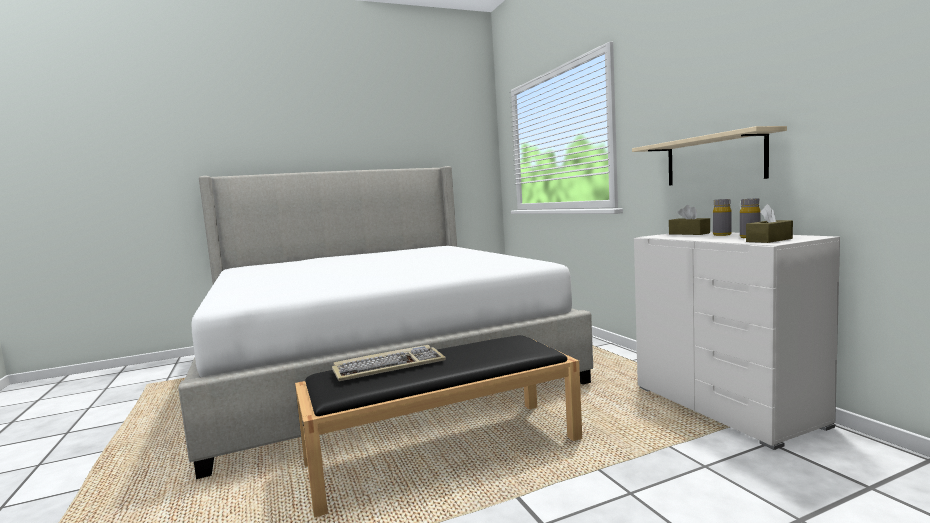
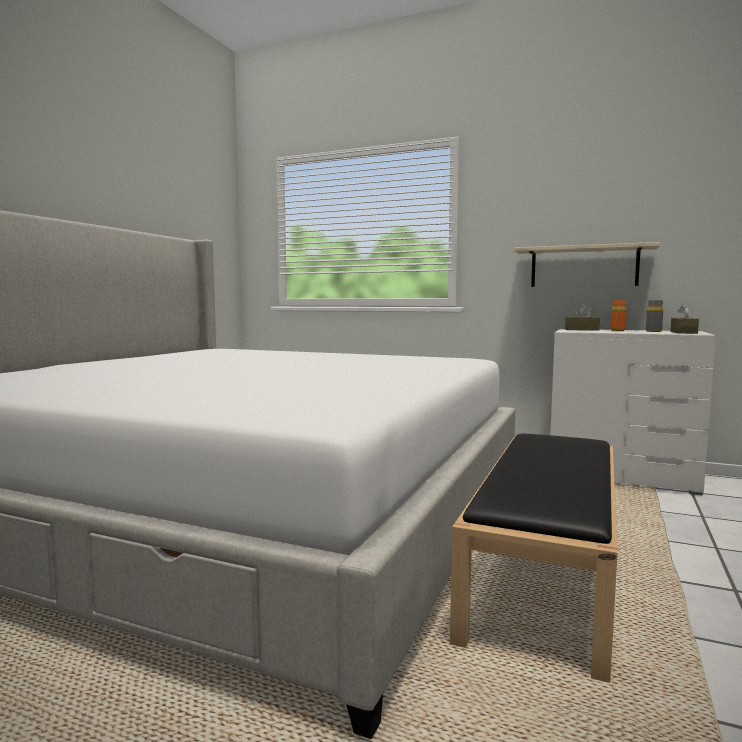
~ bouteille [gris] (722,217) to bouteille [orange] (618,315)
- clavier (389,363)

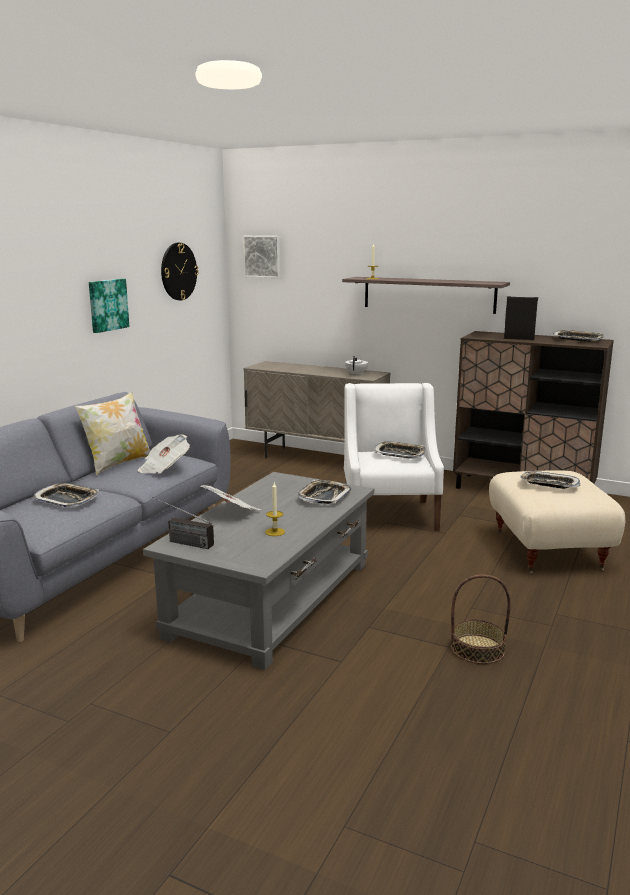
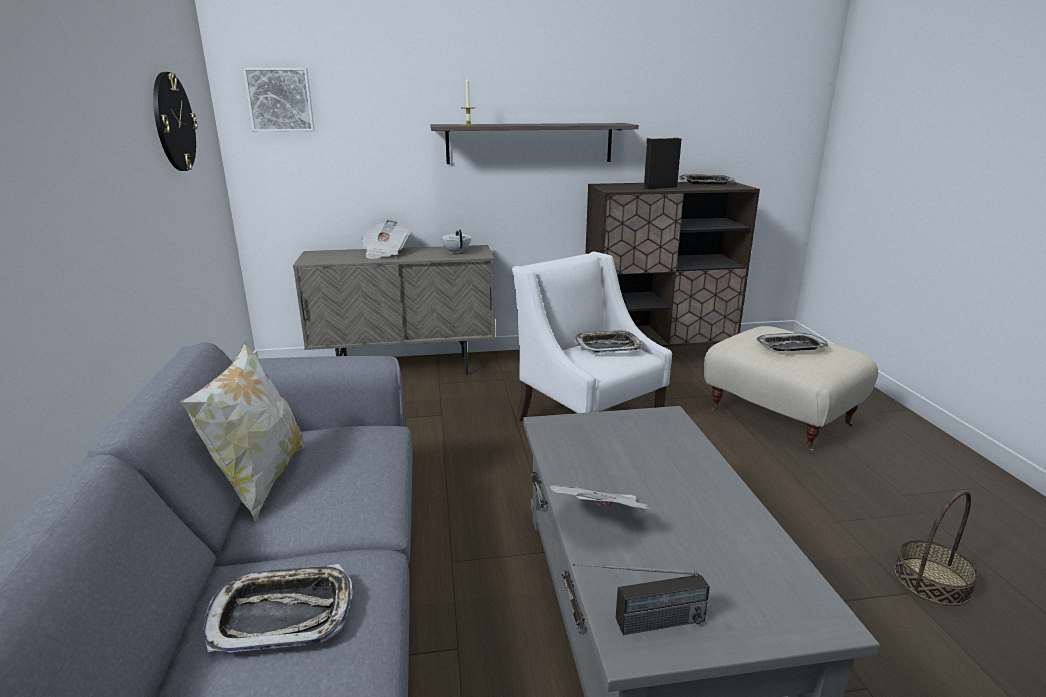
~ journal (164,454) to (386,239)
- tableau (109,306)
- bougie (275,509)
- plateau (324,492)

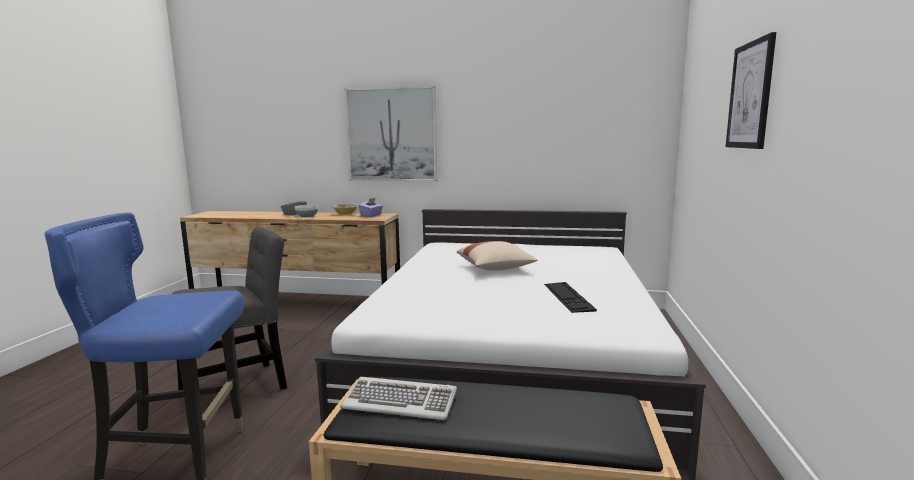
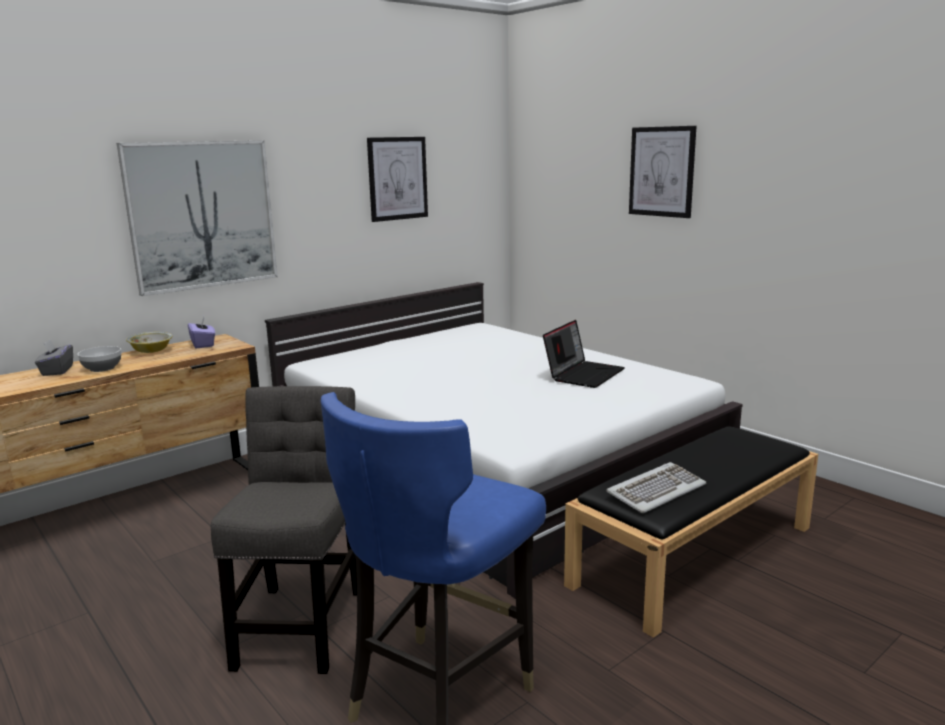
+ tableau (397,179)
~ clavier (570,297) to ordinateur portable (584,354)
- coussin [beige] (497,256)

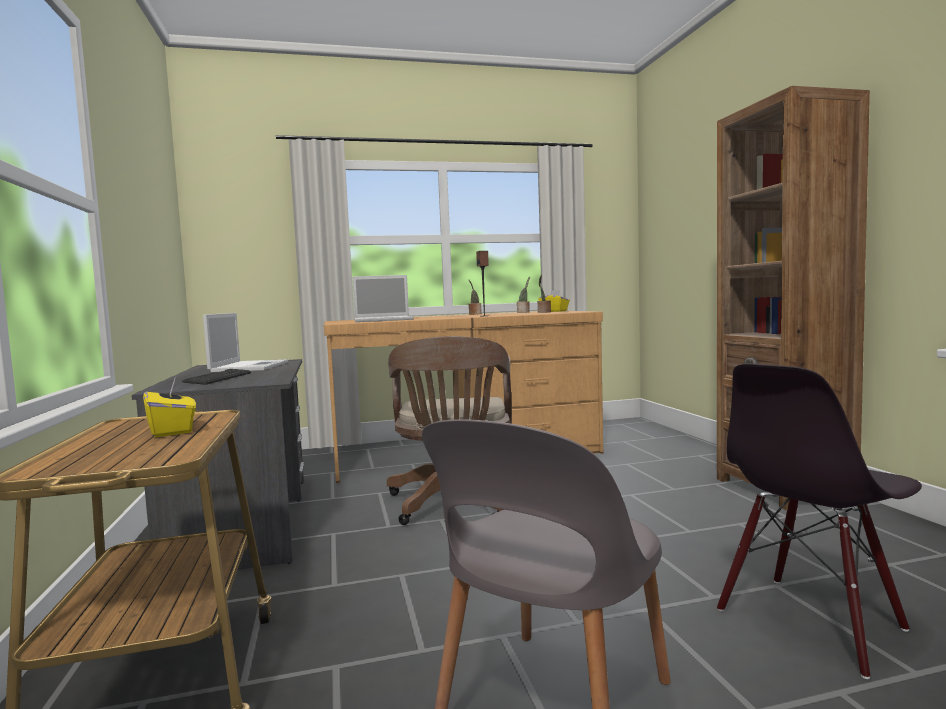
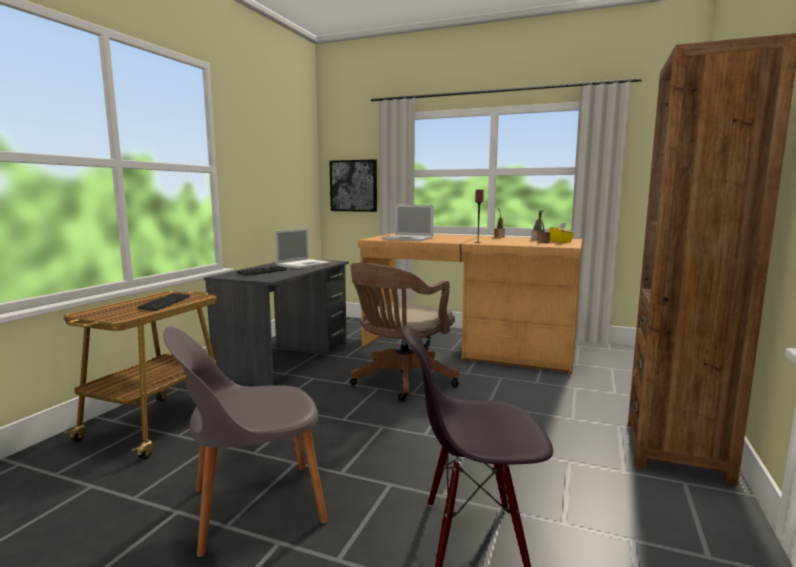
~ boîte à mouchoirs [jaune] (169,408) to clavier (163,302)
+ tableau (353,185)

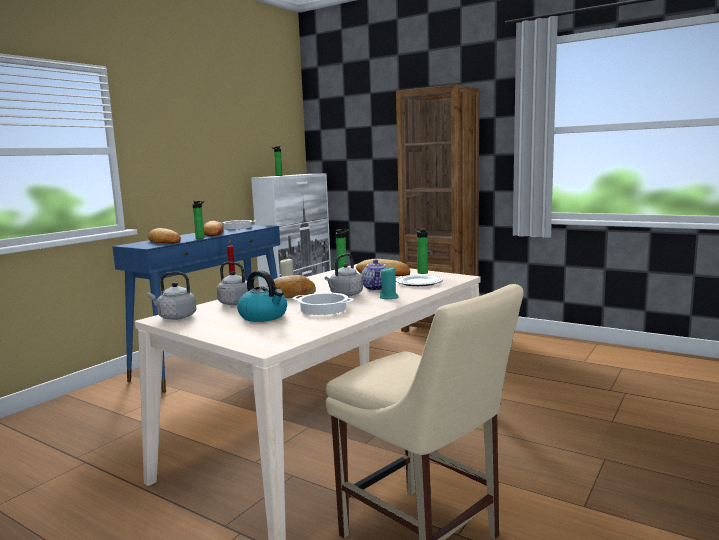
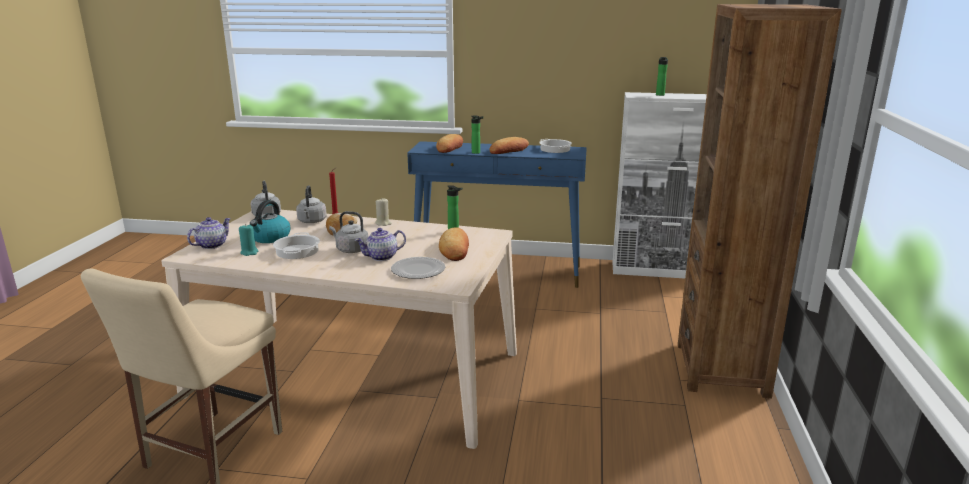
+ théière (209,233)
~ bougie [turquoise] (389,282) to (248,240)
- bouteille (421,251)

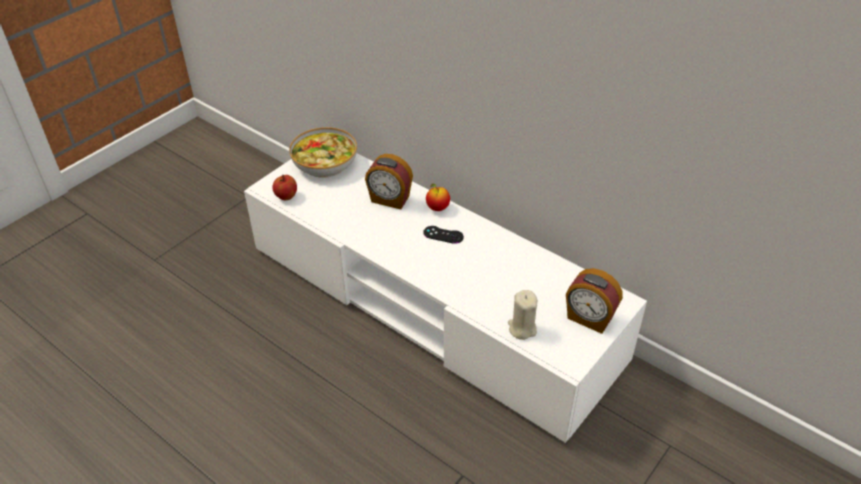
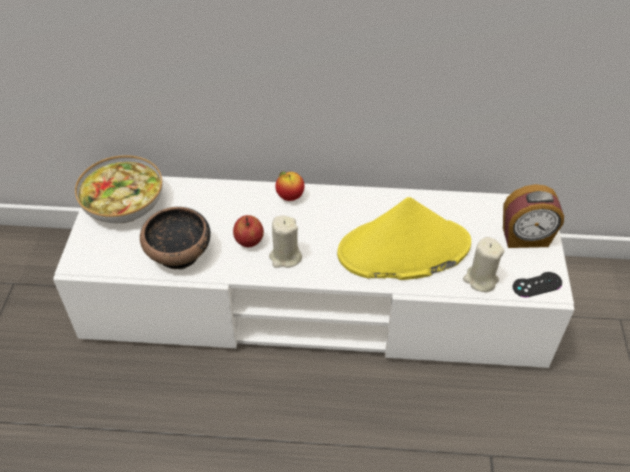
+ bol (175,238)
~ pomme (284,187) to (248,231)
+ bougie [beige] (285,242)
+ chapeau [jaune] (404,238)
~ manette [noir] (443,235) to (537,284)
- réveil (389,181)

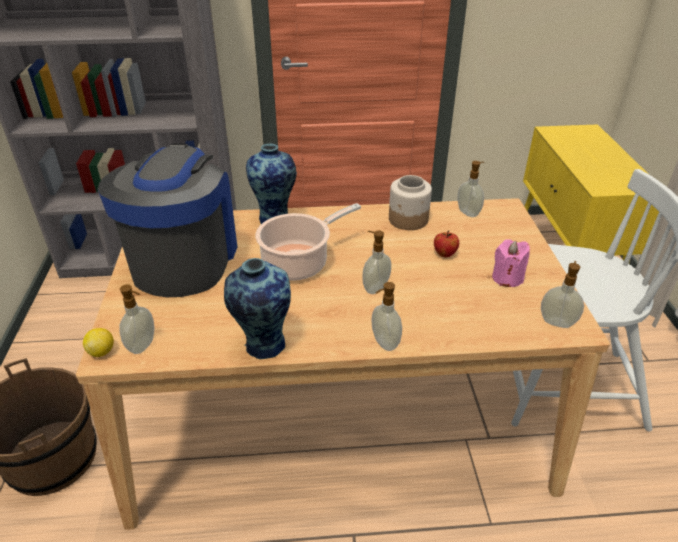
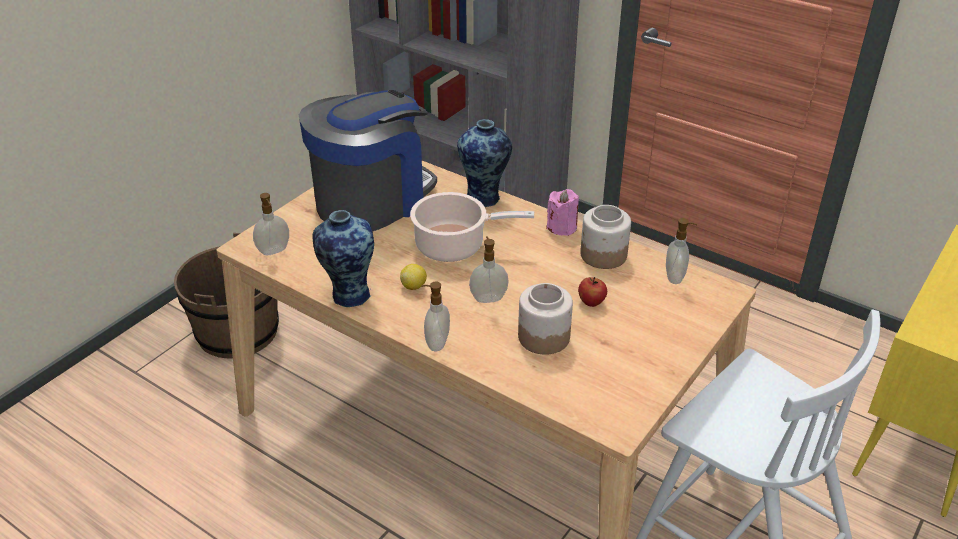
~ citron (98,342) to (413,277)
+ bocal (545,319)
~ bougie [rose] (511,263) to (562,212)
- distributeur de savon (562,294)

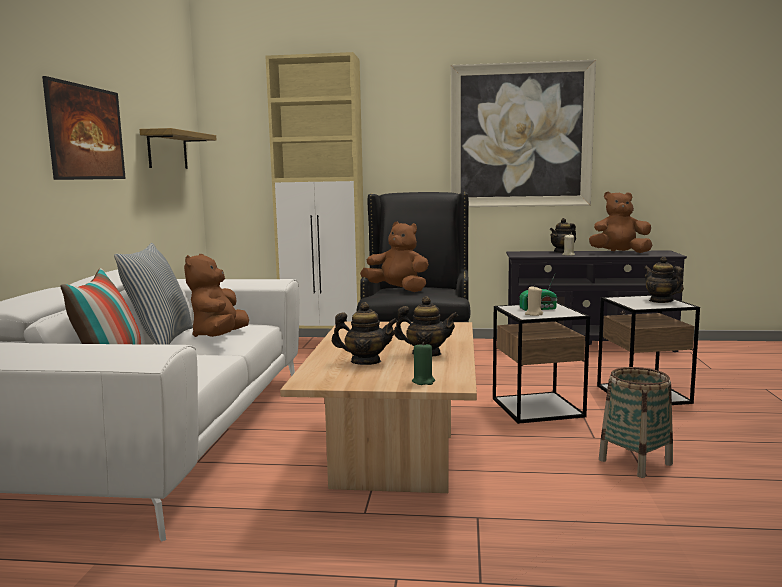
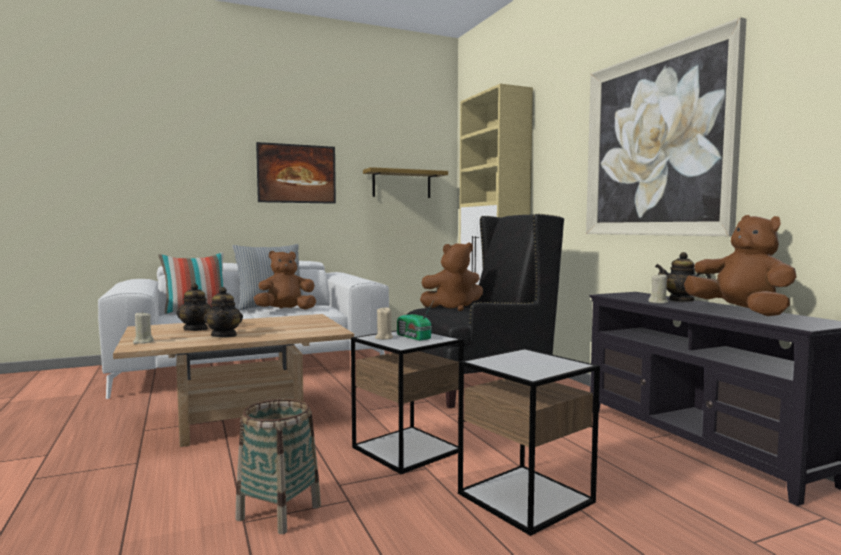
~ bougie [vert] (423,363) to bougie [beige] (143,327)
~ peluche [marron] (394,256) = (451,276) 75 degrees clockwise
- théière (664,280)

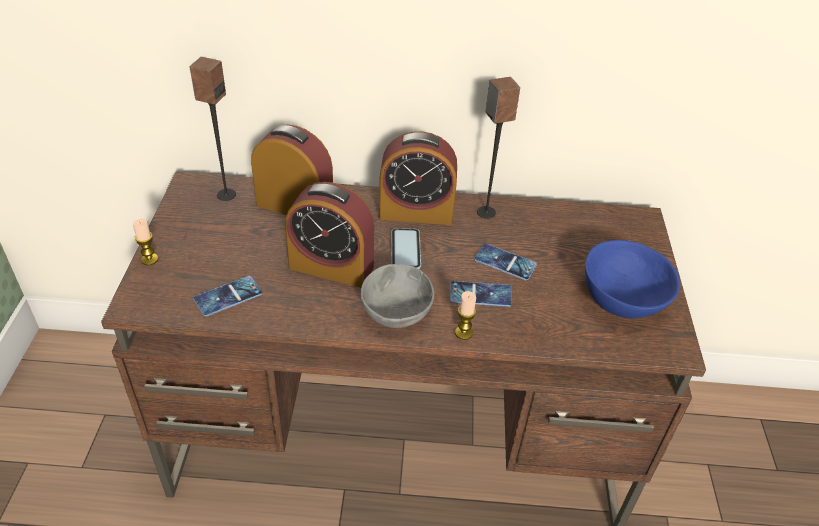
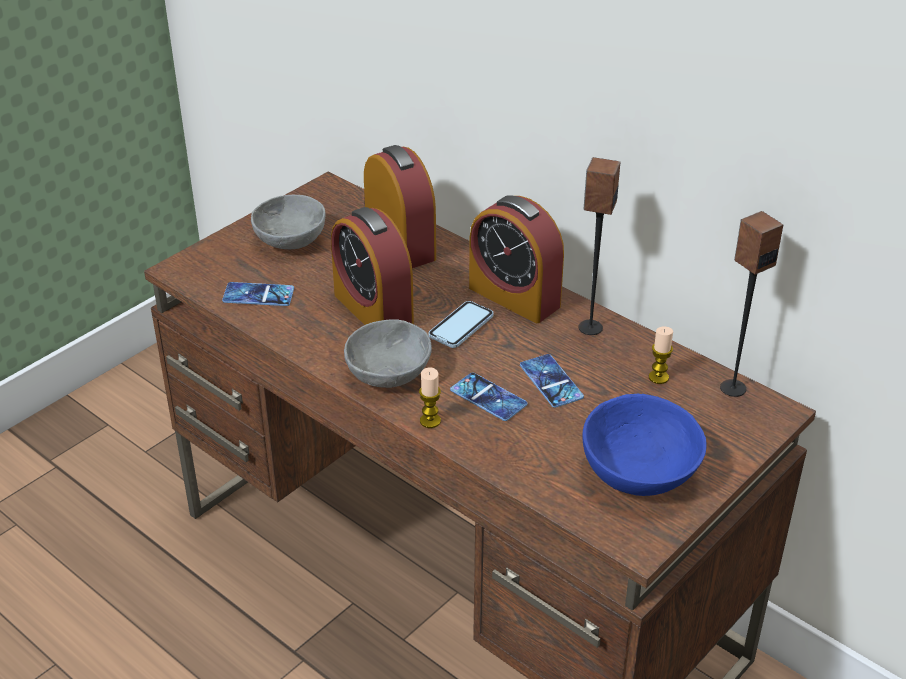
+ bol [gris] (288,222)
~ bougie (145,242) to (661,355)
~ enceinte (212,129) to (751,304)

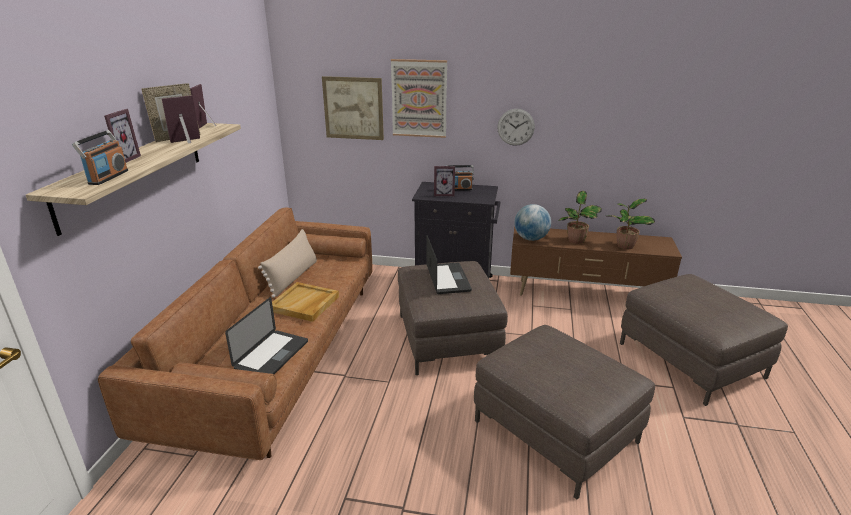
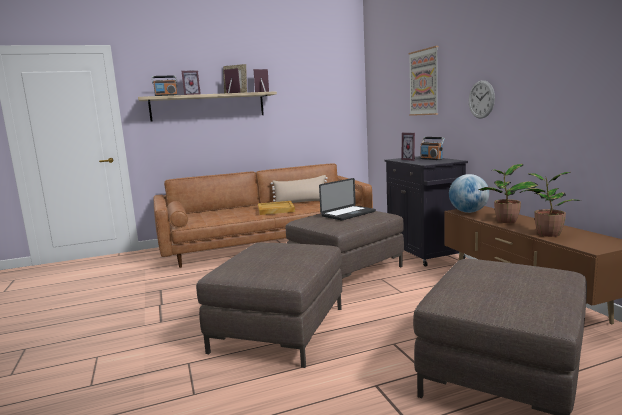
- ordinateur portable (266,335)
- tableau (353,108)

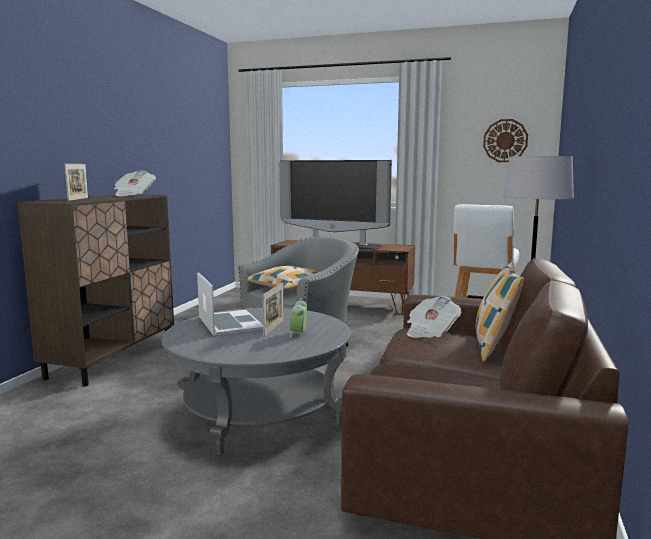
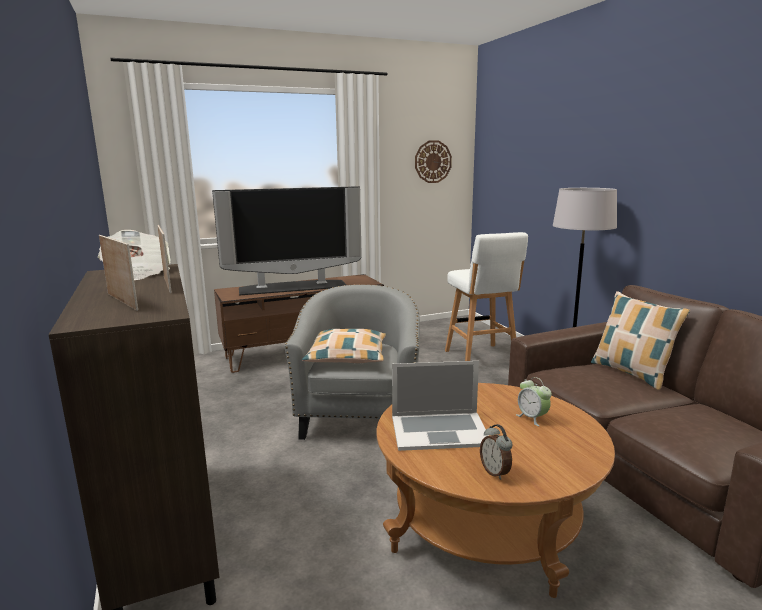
~ cadre photo (273,309) to (164,259)
~ table basse [gris] (256,381) to table basse [marron] (495,490)
~ ordinateur portable (230,304) = (440,406) 150 degrees clockwise
+ réveil (496,452)
- journal (434,317)

